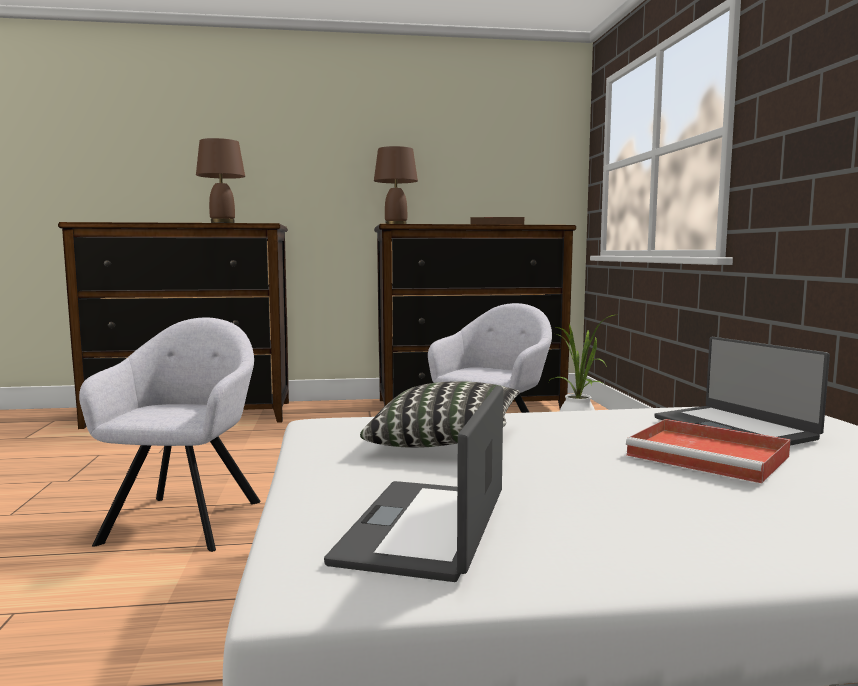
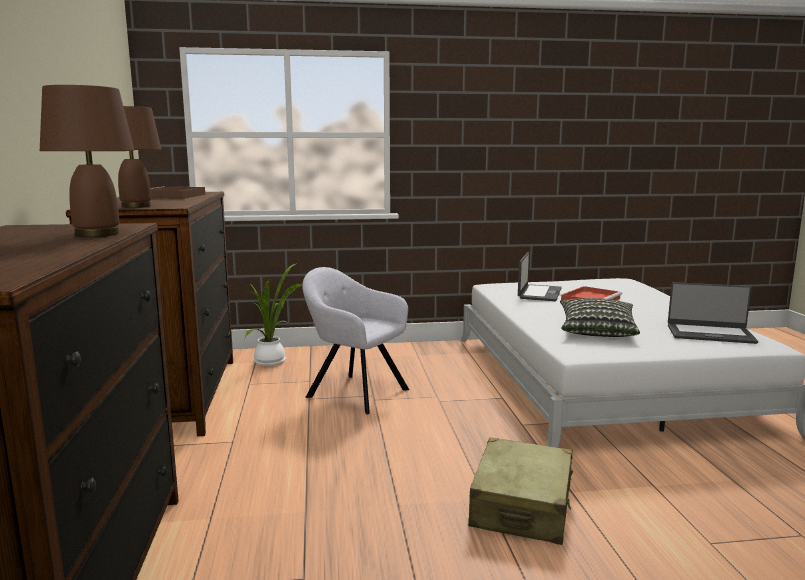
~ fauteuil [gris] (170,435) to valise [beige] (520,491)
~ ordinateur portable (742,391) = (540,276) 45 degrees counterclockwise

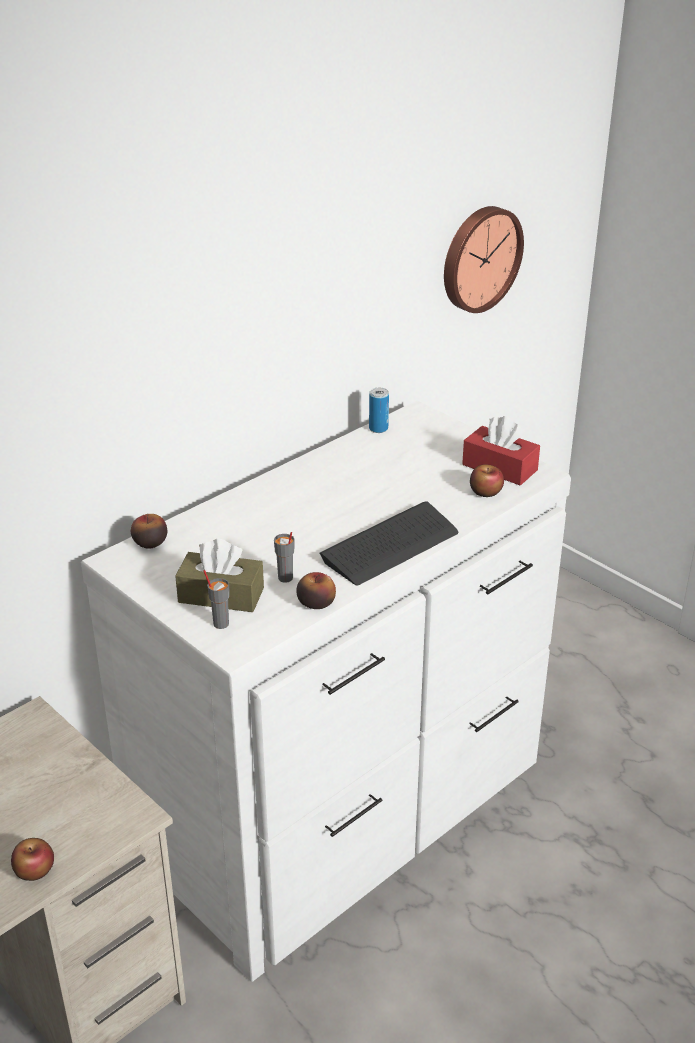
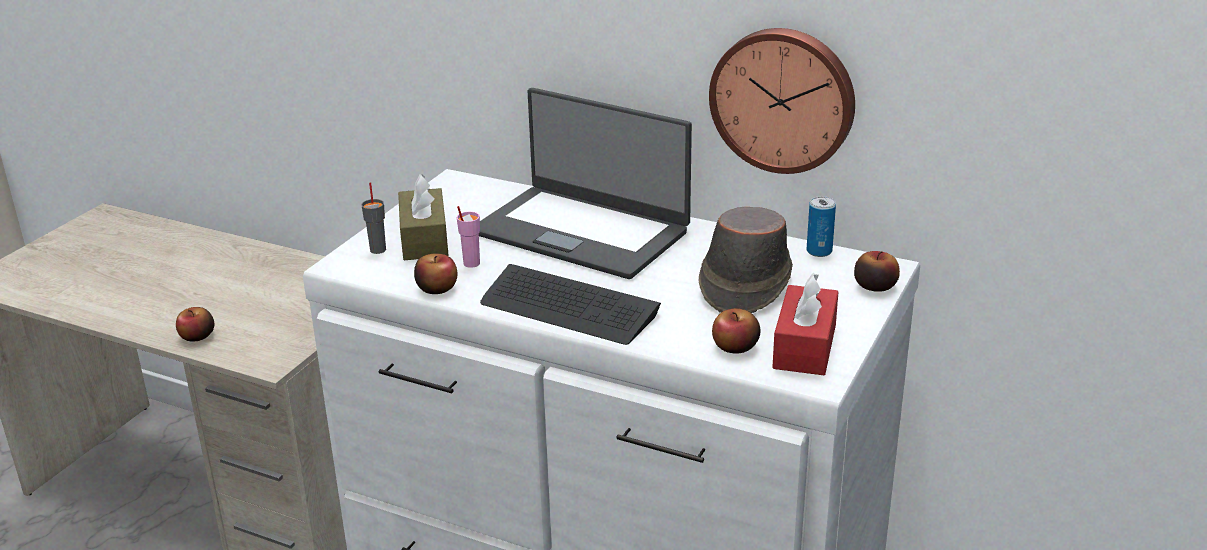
~ tasse [gris] (284,557) to tasse [rose] (468,237)
+ ordinateur portable (585,183)
+ chapeau [marron] (746,260)
~ horloge murale (484,259) to (782,101)
~ pomme (149,531) to (877,271)

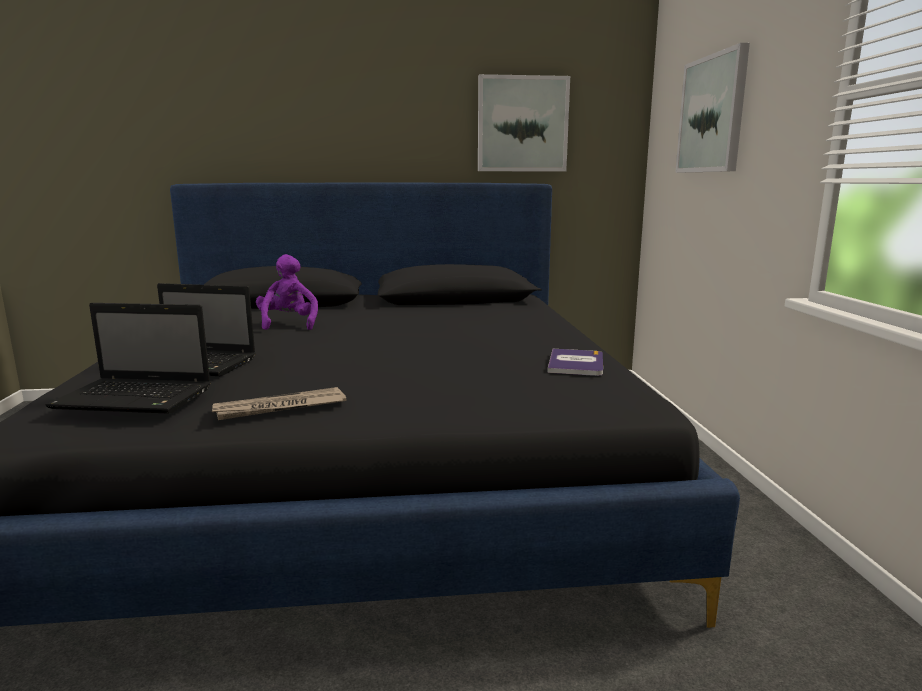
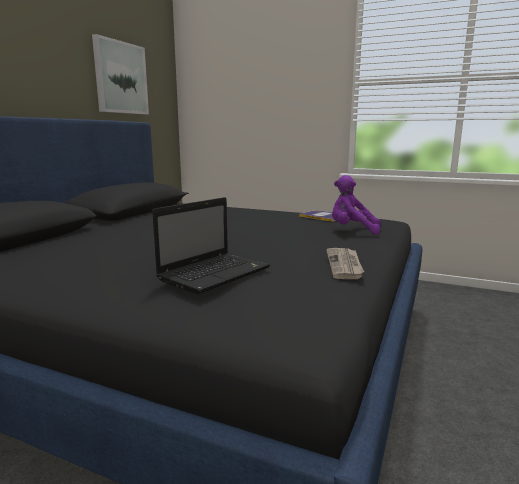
~ peluche [violet] (287,292) to (356,204)
- ordinateur portable (128,358)
- tableau (712,108)

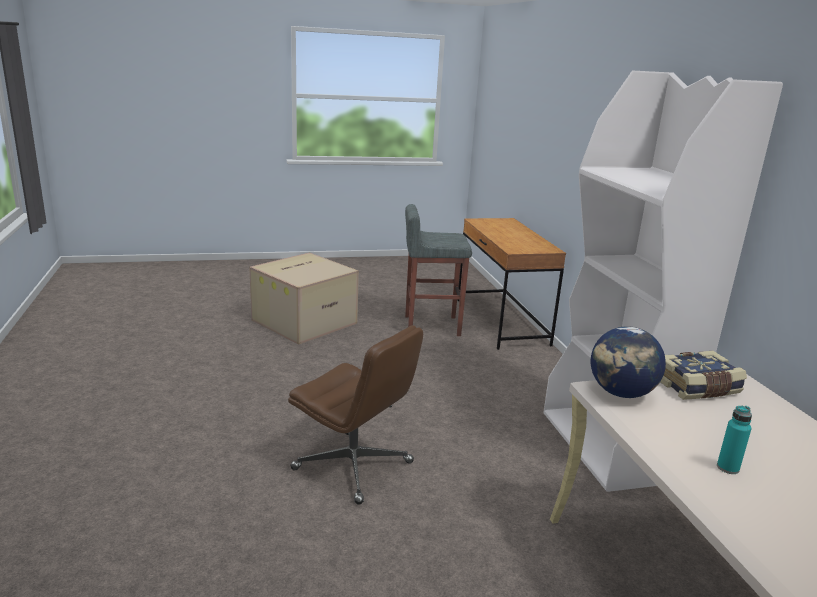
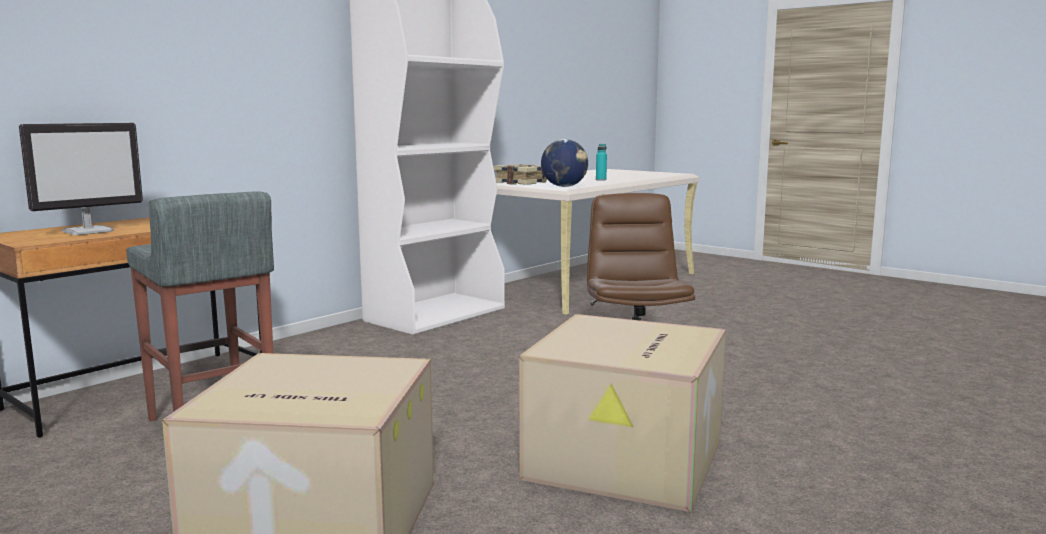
+ écran d'ordinateur (81,179)
+ carton (622,413)

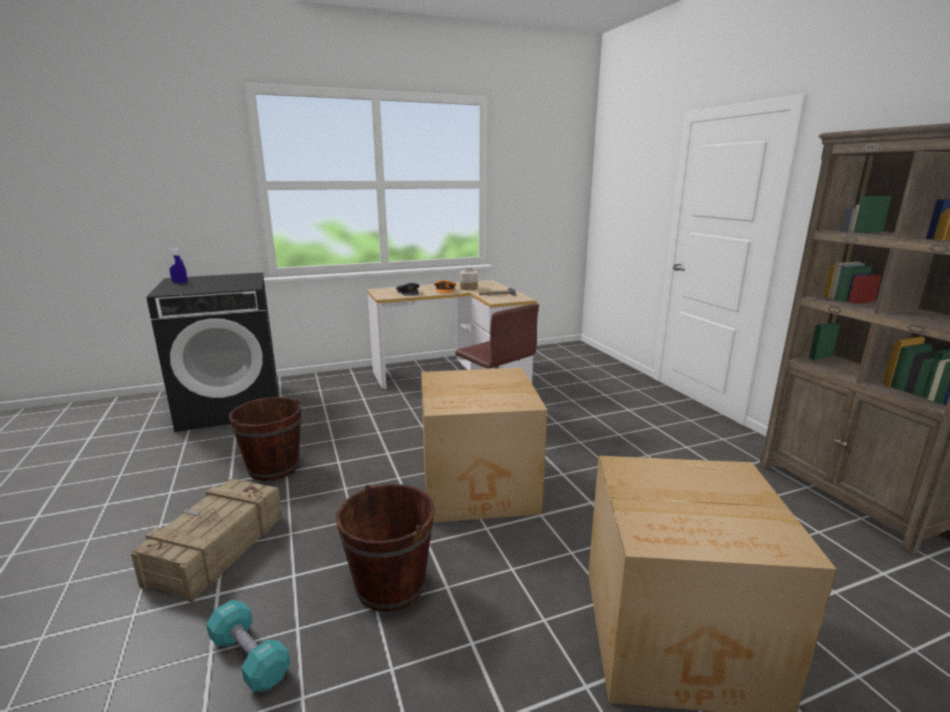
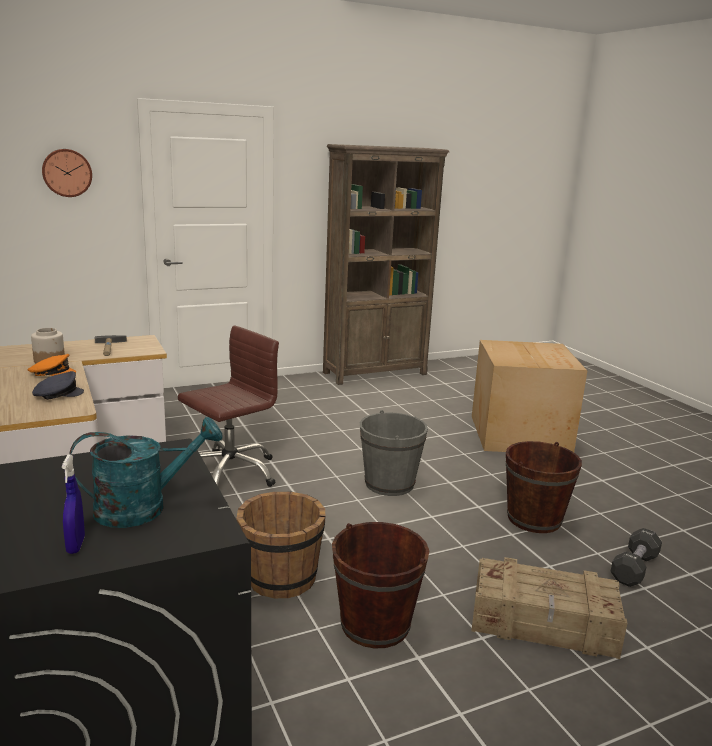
+ horloge murale (67,173)
+ arrosoir [turquoise] (146,472)
+ seau [marron] (281,545)
~ carton (484,445) to seau [gris] (394,453)
~ haltère [turquoise] (248,646) to haltère [noir] (636,557)

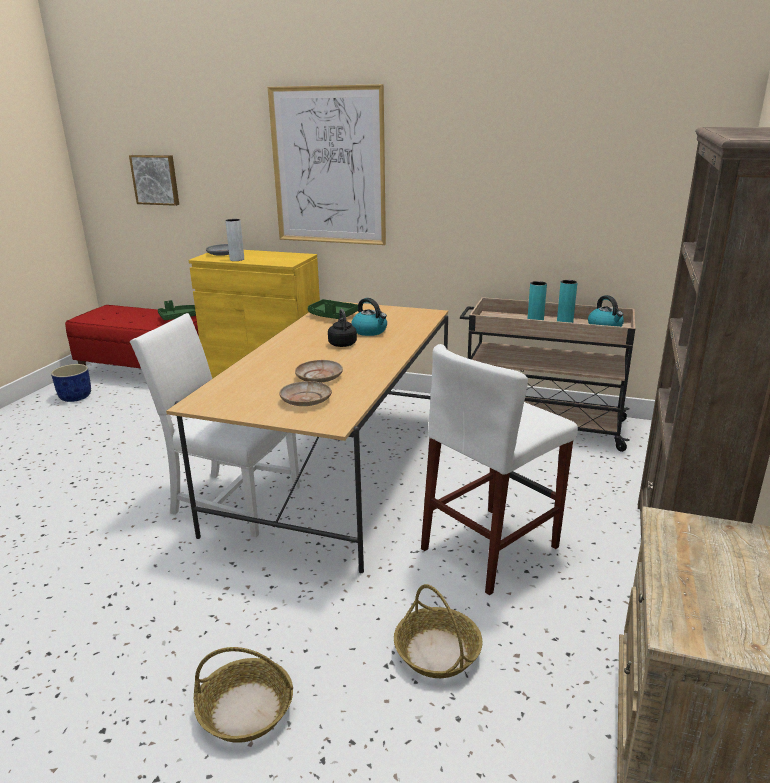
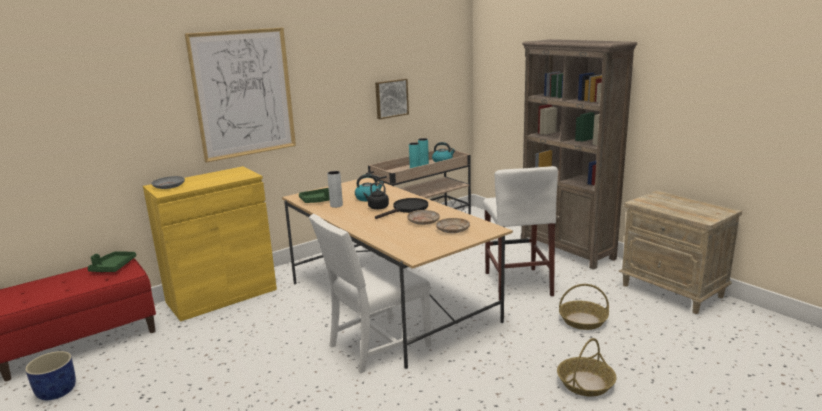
~ vase [gris] (234,240) to (335,189)
~ tableau (154,180) to (392,98)
+ poêle [noir] (401,208)

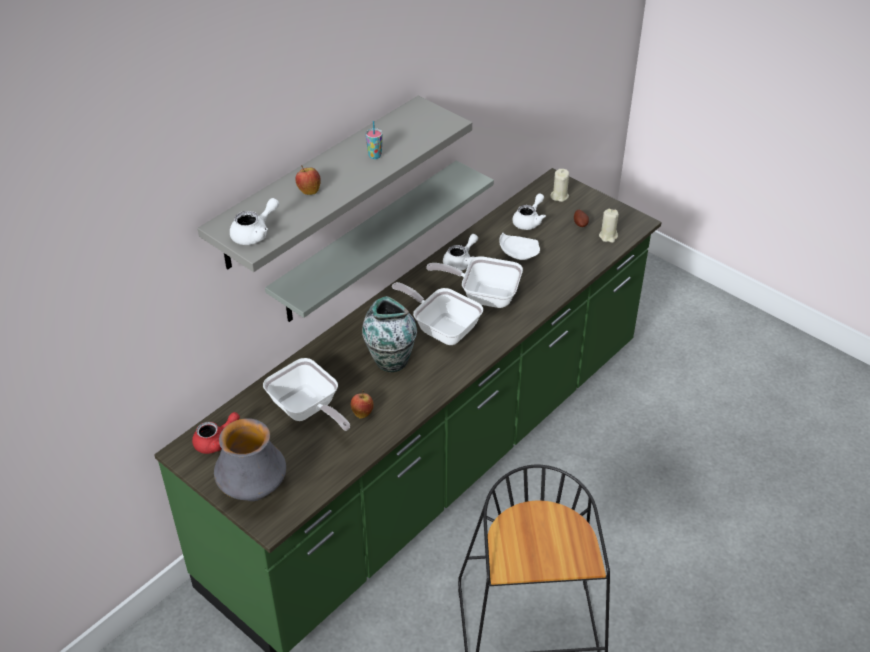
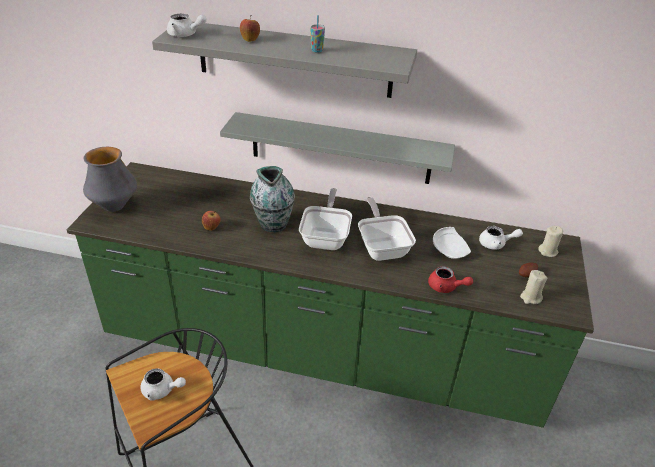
~ théière [blanc] (460,252) to (163,384)
~ théière [rouge] (216,433) to (450,279)
- poêle (306,394)

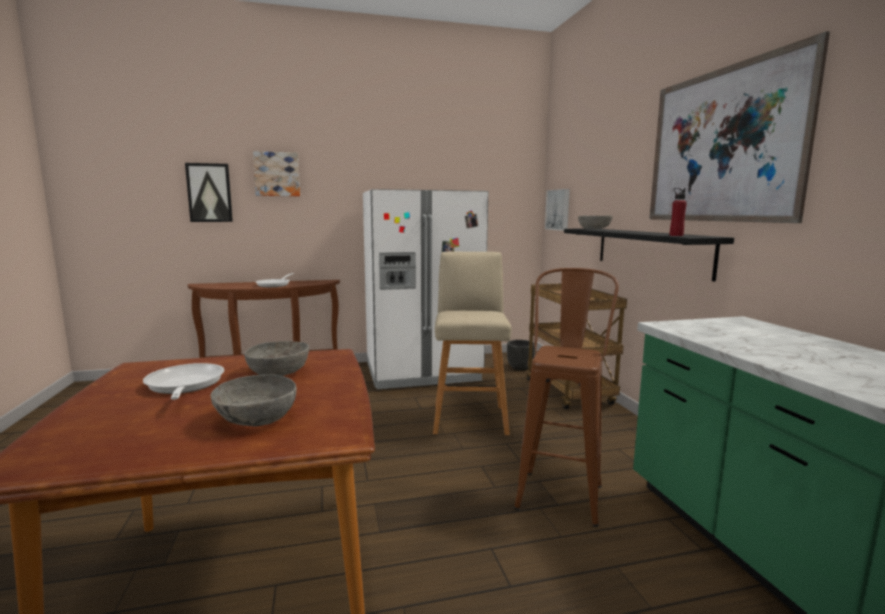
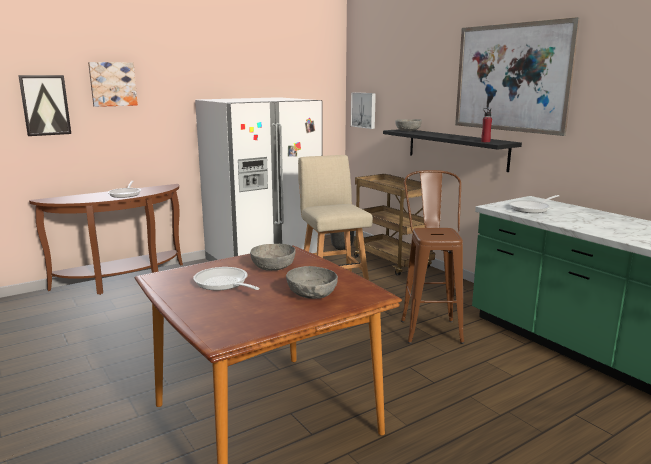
+ poêle (534,204)

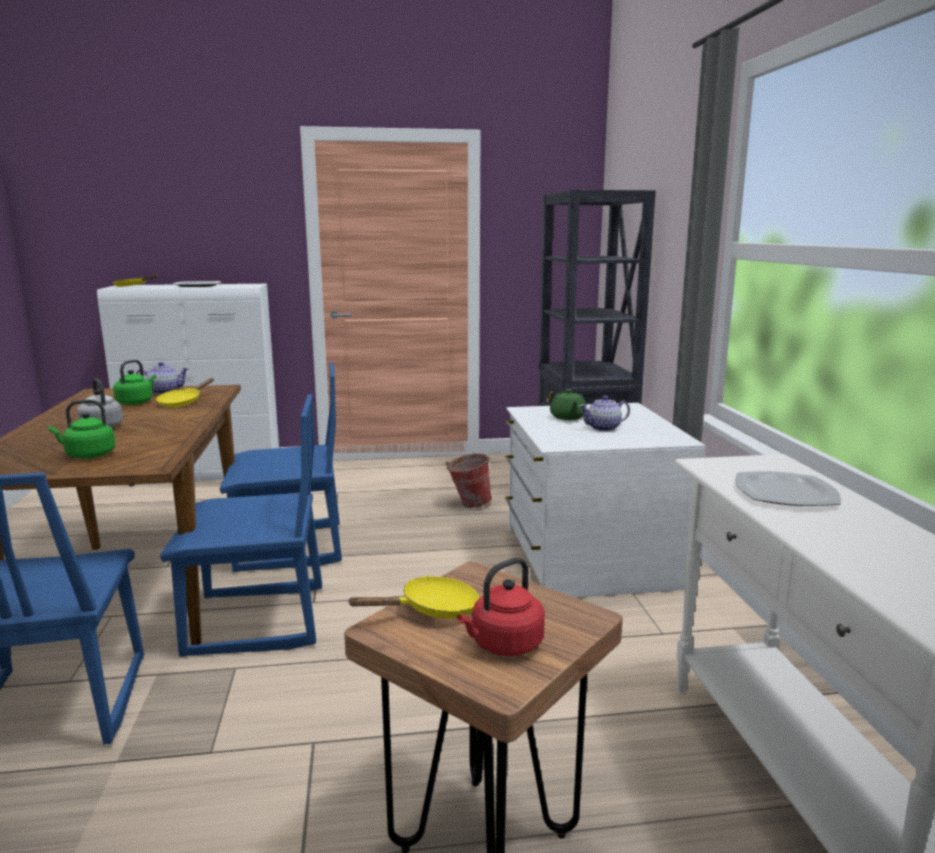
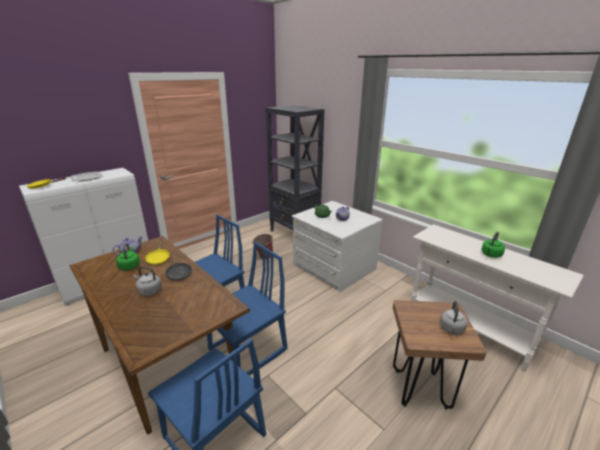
+ poêle [noir] (178,267)
~ bouilloire [rouge] (501,607) to bouilloire [gris] (454,317)
~ bouilloire [vert] (81,429) to (493,245)
- poêle [jaune] (413,597)
- assiette (788,488)

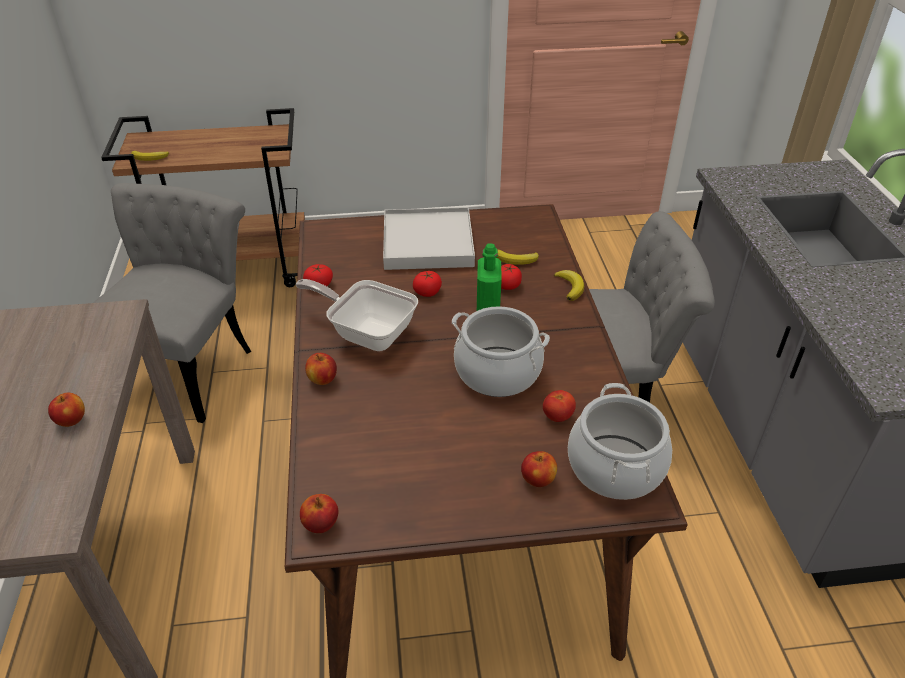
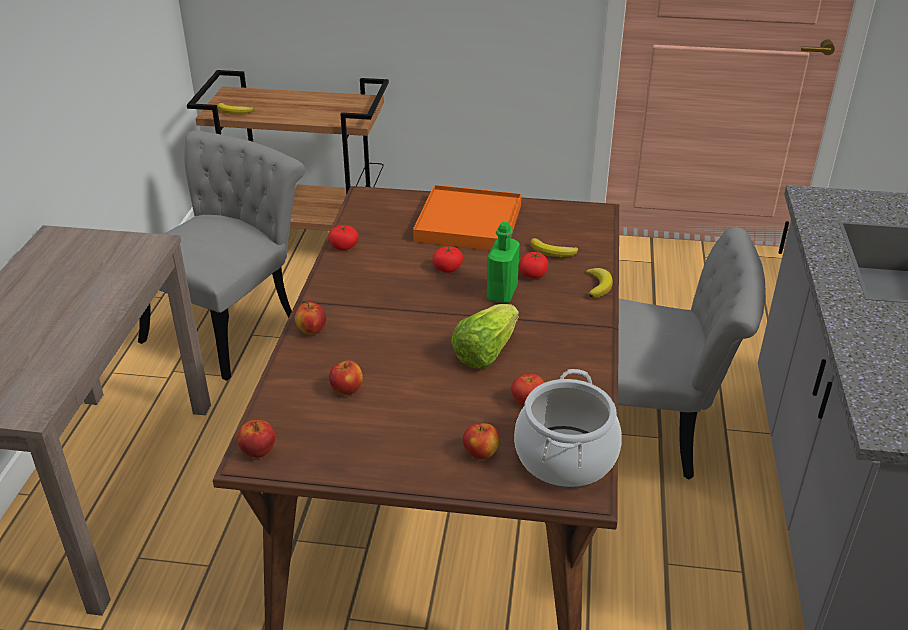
~ pomme (66,410) to (346,378)
~ plateau [blanc] (429,238) to plateau [orange] (467,218)
~ marmite (501,351) to laitue (485,336)
- poêle (357,315)

